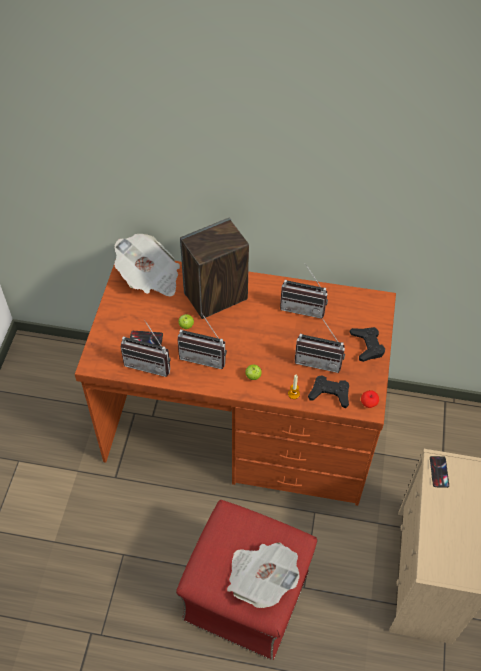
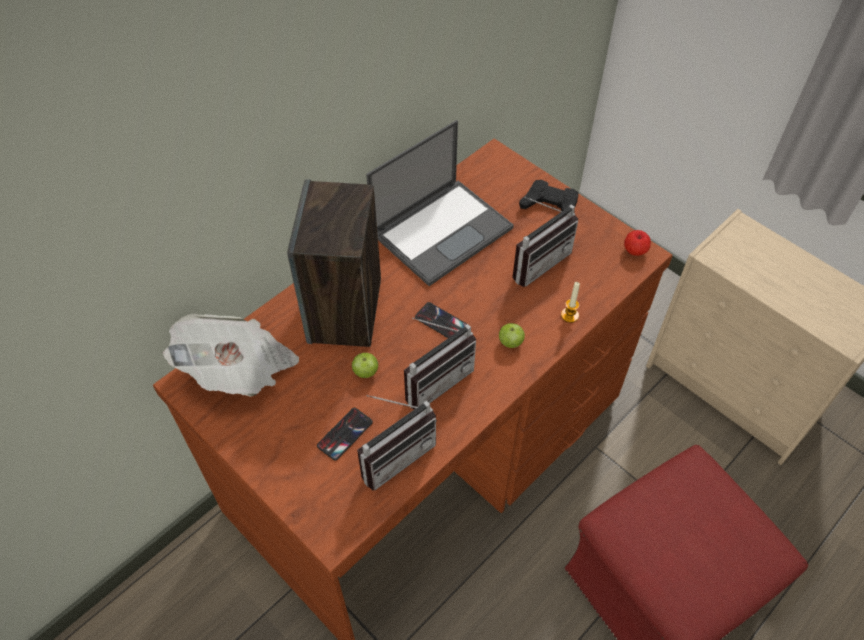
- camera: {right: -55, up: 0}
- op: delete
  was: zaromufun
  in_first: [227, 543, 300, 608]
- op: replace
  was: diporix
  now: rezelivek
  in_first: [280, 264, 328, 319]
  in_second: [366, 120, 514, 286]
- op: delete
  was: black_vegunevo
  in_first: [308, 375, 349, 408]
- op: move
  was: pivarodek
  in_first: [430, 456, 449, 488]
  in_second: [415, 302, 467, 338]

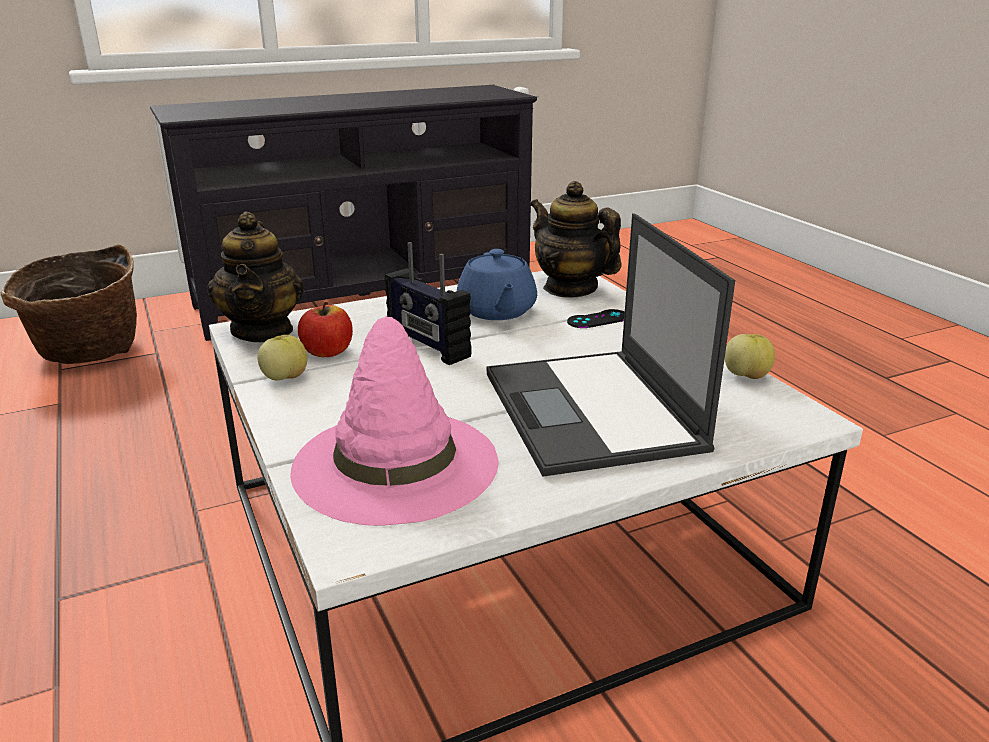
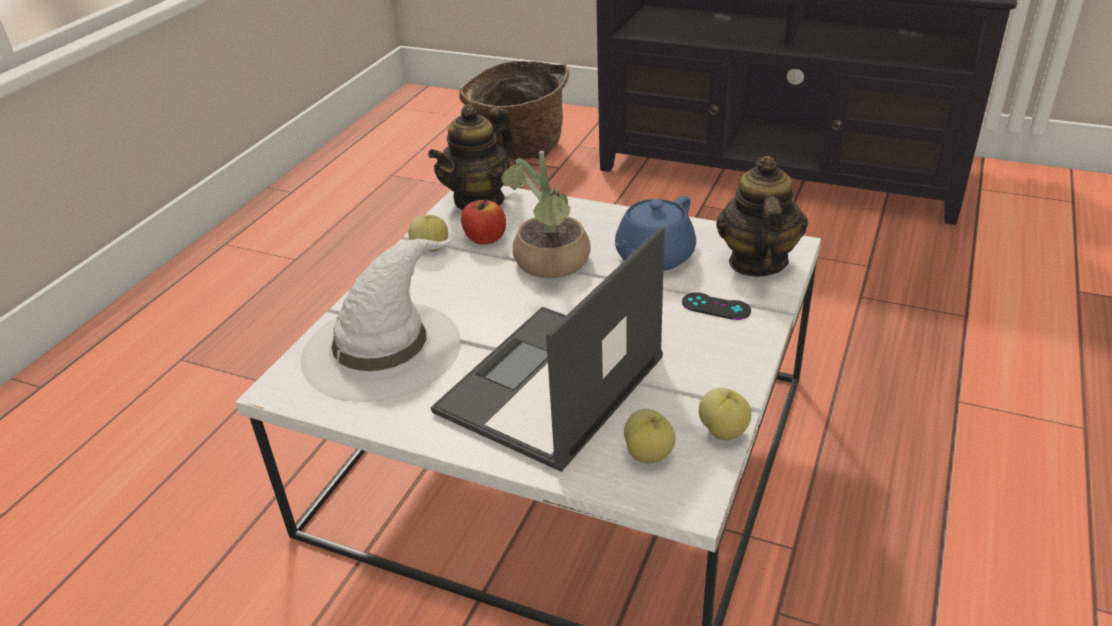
- camera: {right: 50, up: 10}
- op: recolor
  was: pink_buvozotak
  now: white_buvozotak
  in_first: [290, 316, 498, 526]
  in_second: [300, 235, 461, 402]
- op: replace
  was: diporix
  now: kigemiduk
  in_first: [385, 242, 472, 365]
  in_second: [502, 151, 591, 278]
- op: insert
  now: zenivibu
  in_second: [624, 409, 676, 463]

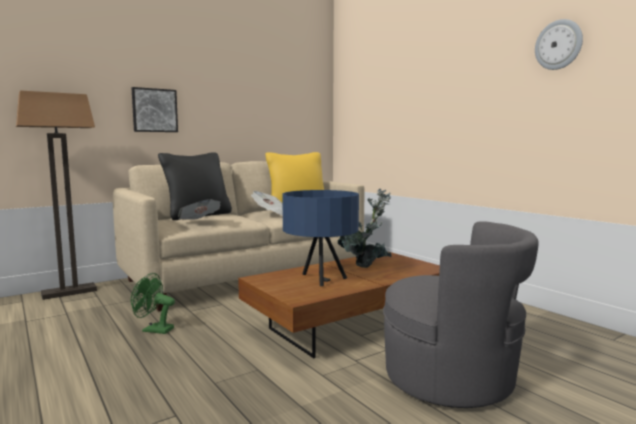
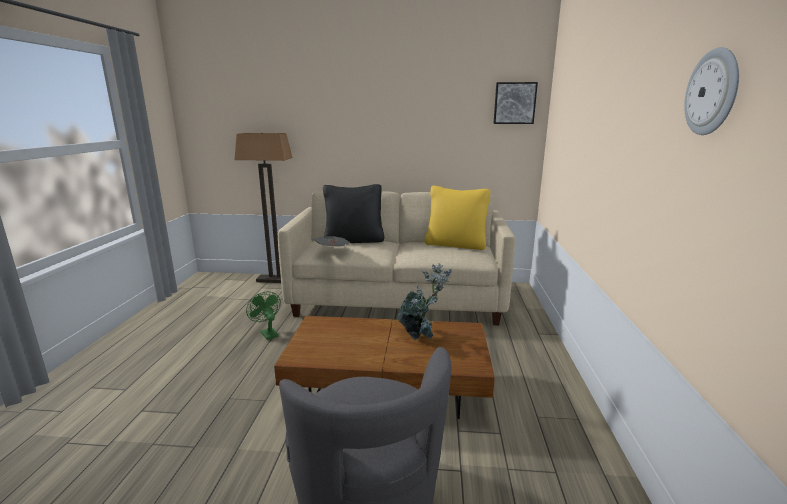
- camera: {right: 40, up: 10}
- op: move
  was: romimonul
  in_first: [132, 87, 178, 132]
  in_second: [493, 82, 538, 124]
- op: delete
  was: zaromufun
  in_first: [251, 191, 283, 216]
- op: delete
  was: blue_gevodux
  in_first: [282, 190, 359, 286]

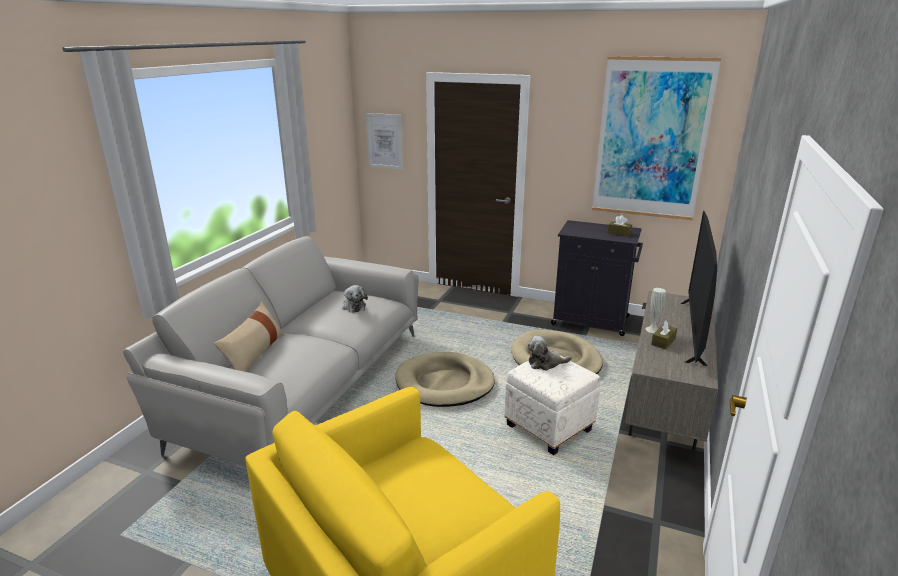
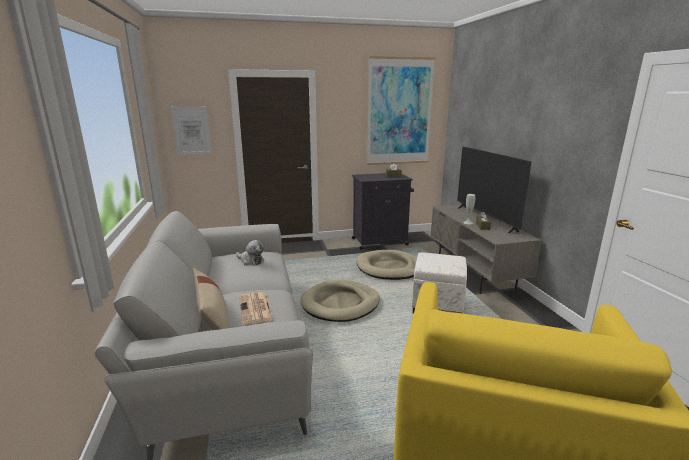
- camera: {right: -35, up: -5}
- op: delete
  was: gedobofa
  in_first: [527, 336, 572, 370]
- op: insert
  now: zaromufun
  in_second: [239, 292, 274, 325]

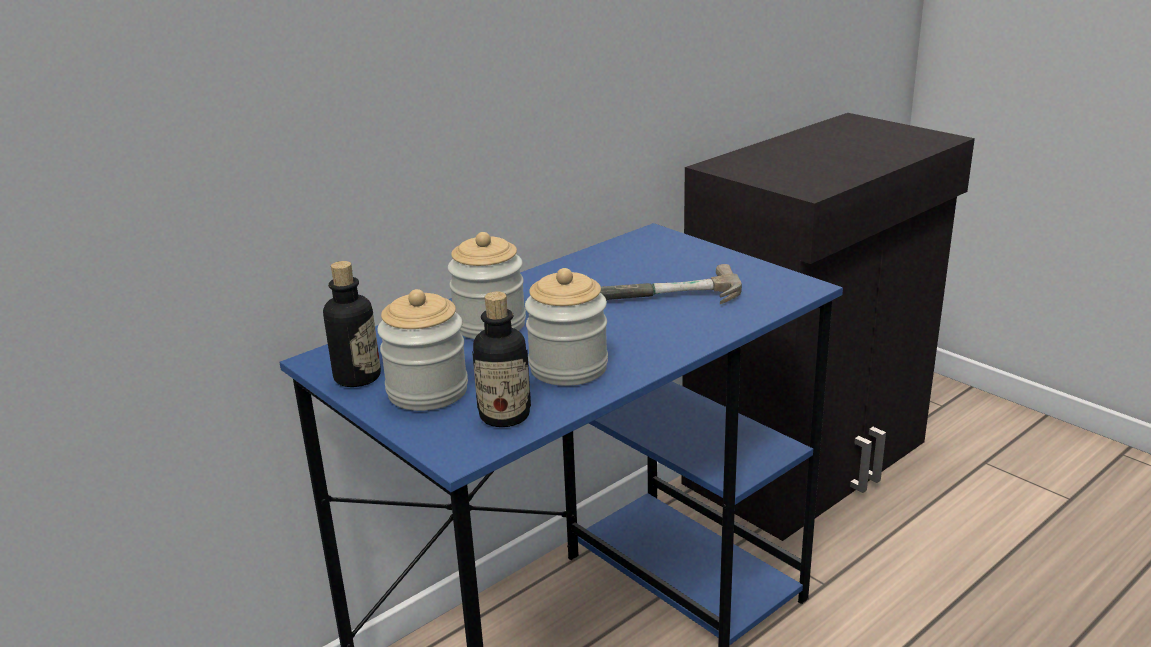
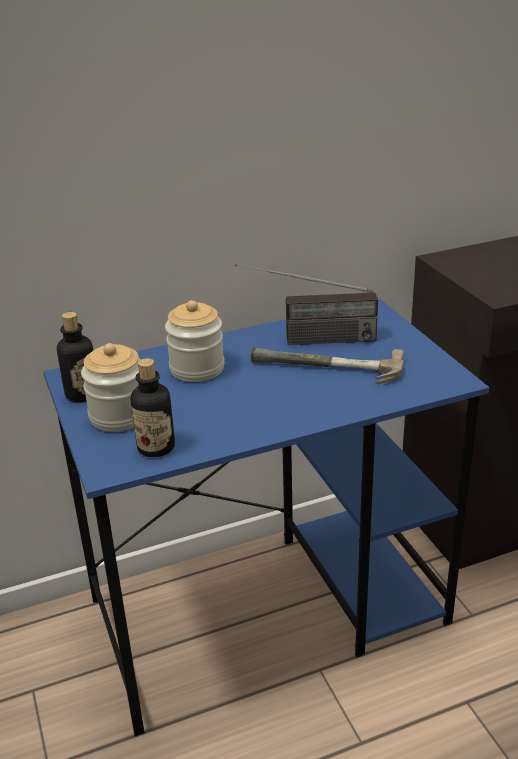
- camera: {right: 20, up: 5}
- op: delete
  was: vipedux
  in_first: [525, 268, 608, 386]
- op: insert
  now: diporix
  in_second: [235, 264, 378, 345]

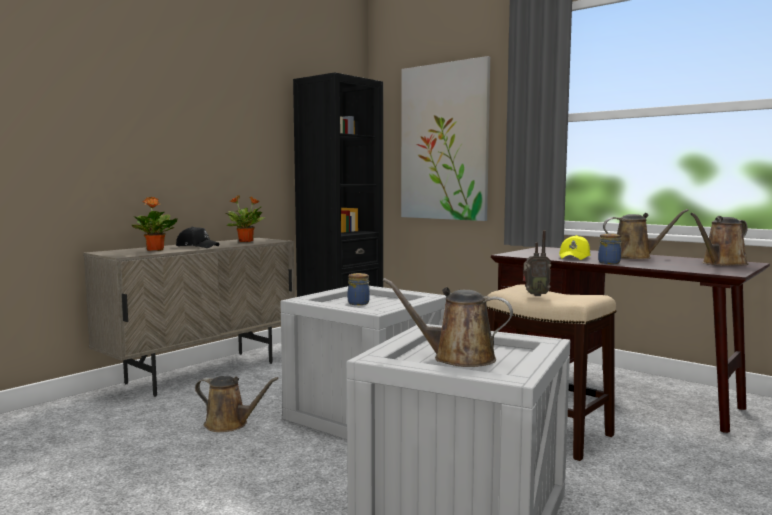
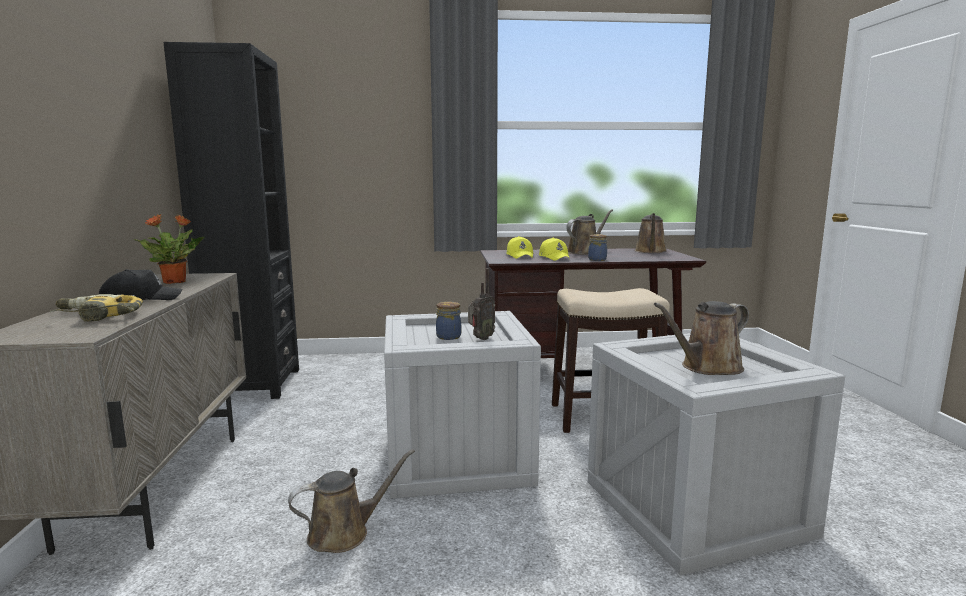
- camera: {right: -45, up: 5}
- op: replace
  was: kigemiduk
  now: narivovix
  in_first: [132, 197, 177, 251]
  in_second: [50, 294, 143, 322]
- op: delete
  was: romimonul
  in_first: [401, 56, 490, 221]
- op: move
  was: diporix
  in_first: [523, 230, 551, 296]
  in_second: [468, 268, 495, 340]
- op: insert
  now: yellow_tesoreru
  in_second: [506, 236, 533, 259]

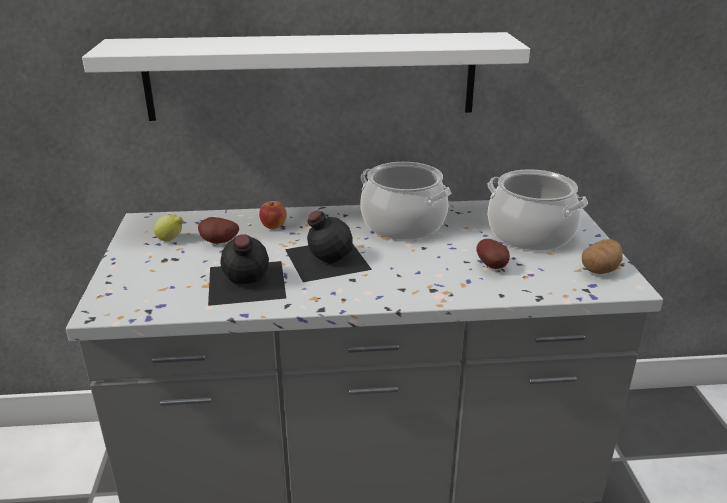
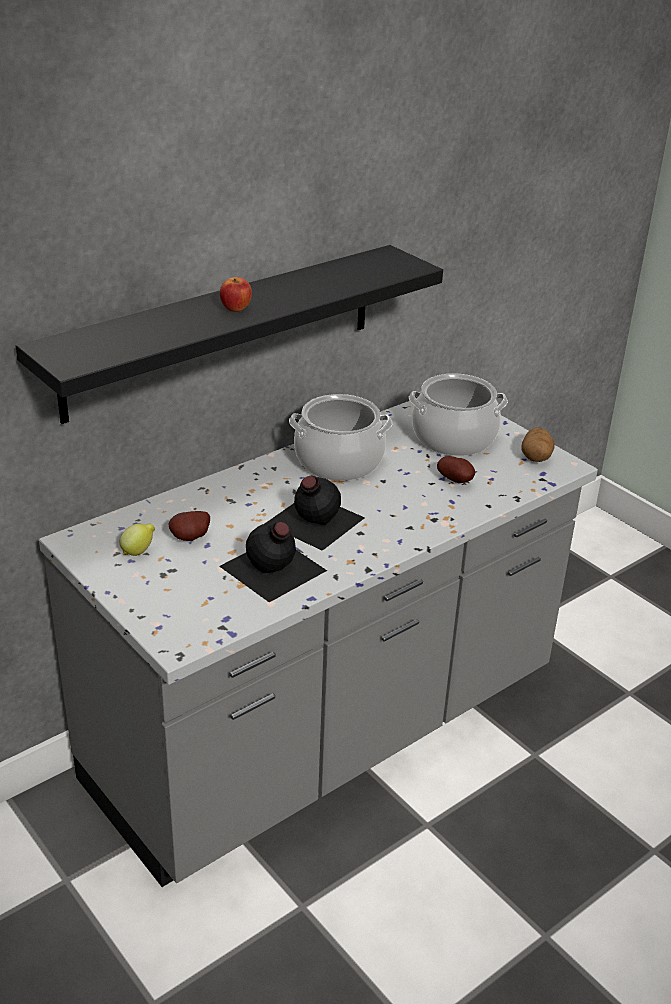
- camera: {right: -35, up: 5}
- op: recolor
  was: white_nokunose
  now: black_nokunose
  in_first: [82, 32, 530, 121]
  in_second: [16, 245, 443, 424]
- op: move
  was: zenivibu
  in_first: [259, 201, 287, 229]
  in_second: [220, 277, 252, 312]

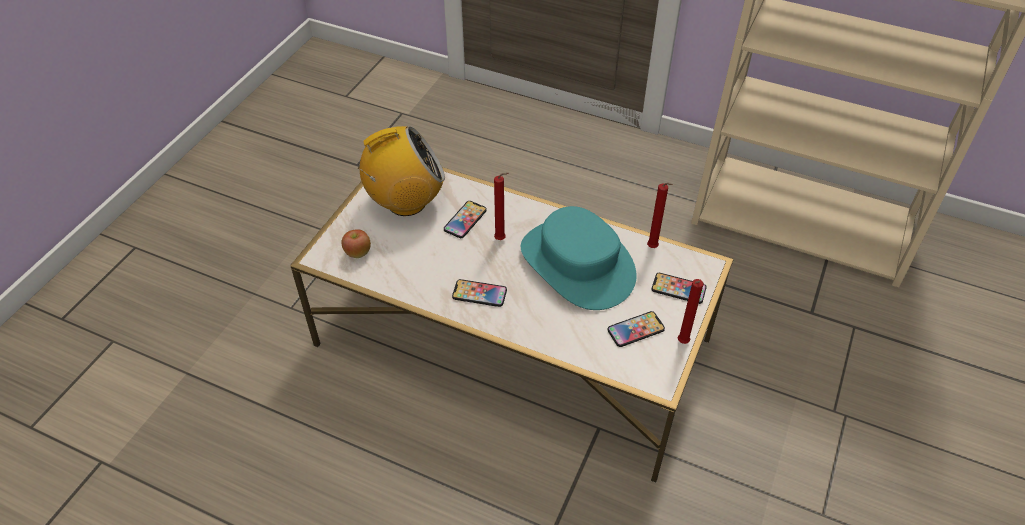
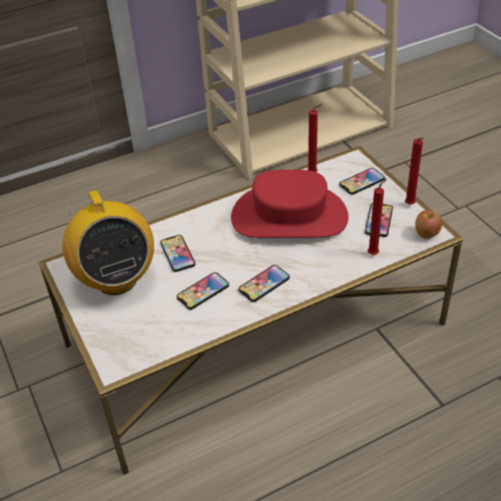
- camera: {right: -50, up: -5}
- op: move
  was: zenivibu
  in_first: [342, 229, 371, 258]
  in_second: [415, 210, 442, 239]
- op: rotate
  was: diporix
  in_first: [358, 126, 445, 216]
  in_second: [63, 190, 154, 295]
  clockwise: 135
- op: move
  was: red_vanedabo
  in_first: [494, 173, 509, 240]
  in_second: [368, 178, 387, 255]
- op: recolor
  was: turquoise_buvozotak
  now: red_buvozotak
  in_first: [521, 206, 637, 310]
  in_second: [231, 170, 348, 238]
- op: insert
  now: pivarodek
  in_second: [177, 272, 229, 310]

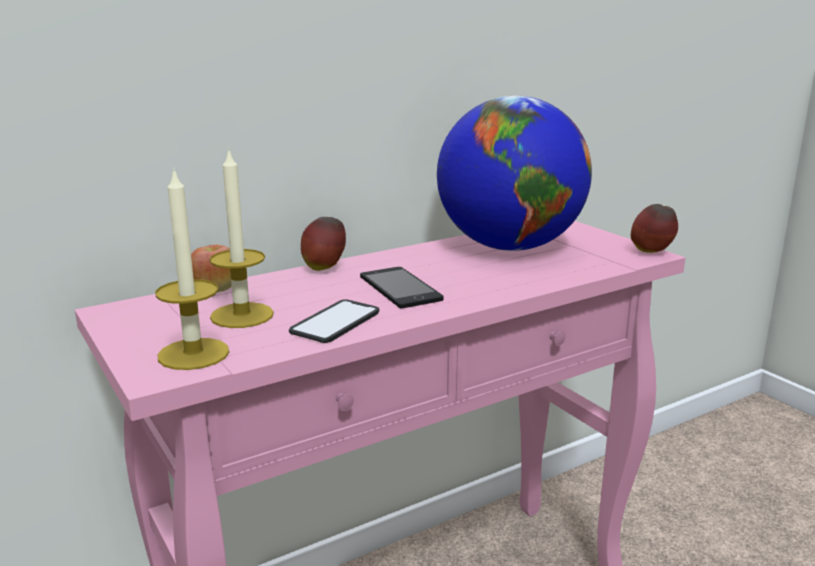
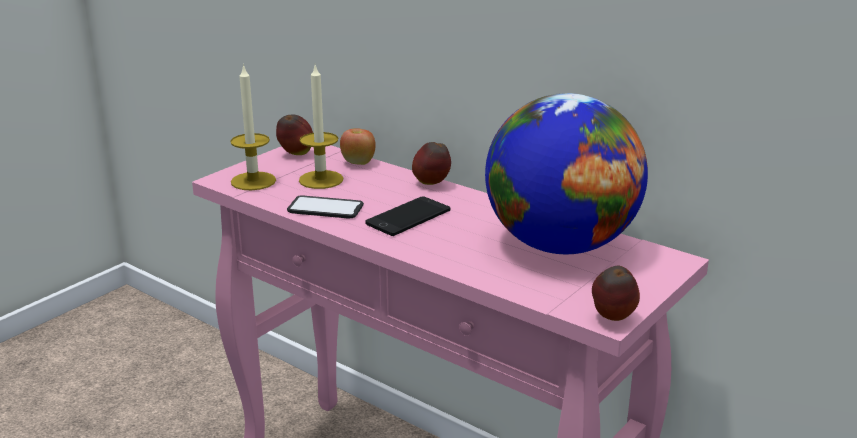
- camera: {right: 70, up: 5}
- op: insert
  now: zenivibu
  in_second: [276, 115, 313, 155]

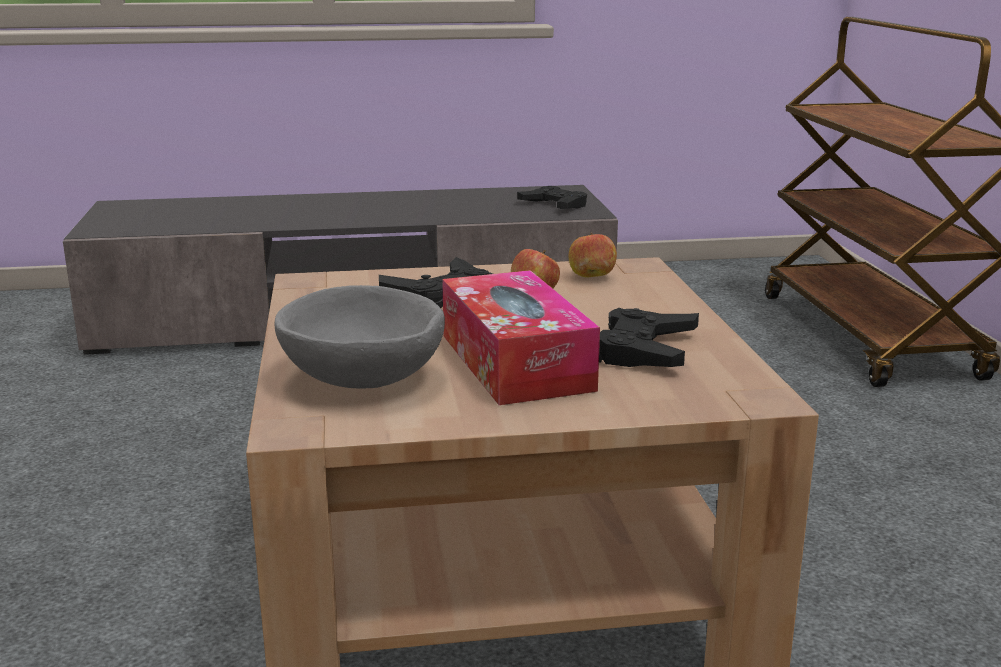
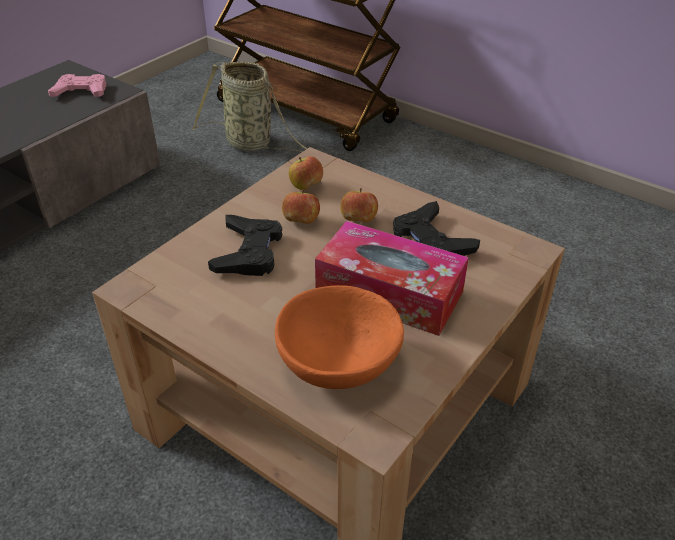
- camera: {right: -45, up: 20}
- op: recolor
  was: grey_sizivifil
  now: orange_sizivifil
  in_first: [274, 285, 445, 389]
  in_second: [275, 285, 404, 389]
- op: recolor
  was: black_vegunevo
  now: pink_vegunevo
  in_first: [517, 186, 587, 209]
  in_second: [48, 74, 107, 97]
- op: insert
  now: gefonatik
  in_second: [192, 61, 307, 152]
- op: insert
  now: zenivibu
  in_second: [340, 188, 378, 222]

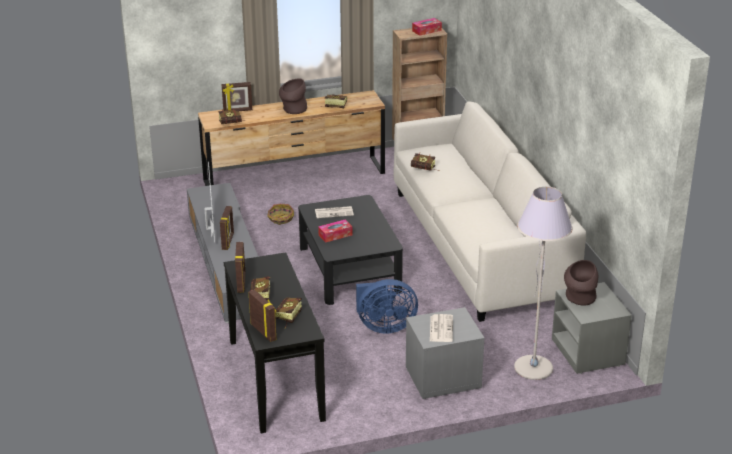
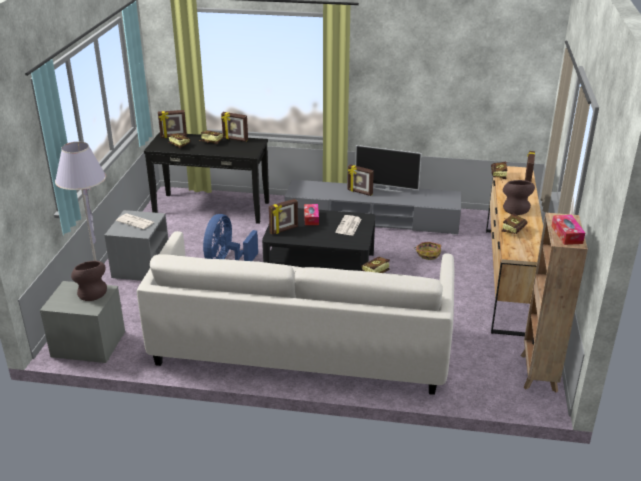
- camera: {right: 115, up: 0}
- op: insert
  now: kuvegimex
  in_second: [269, 199, 298, 235]

